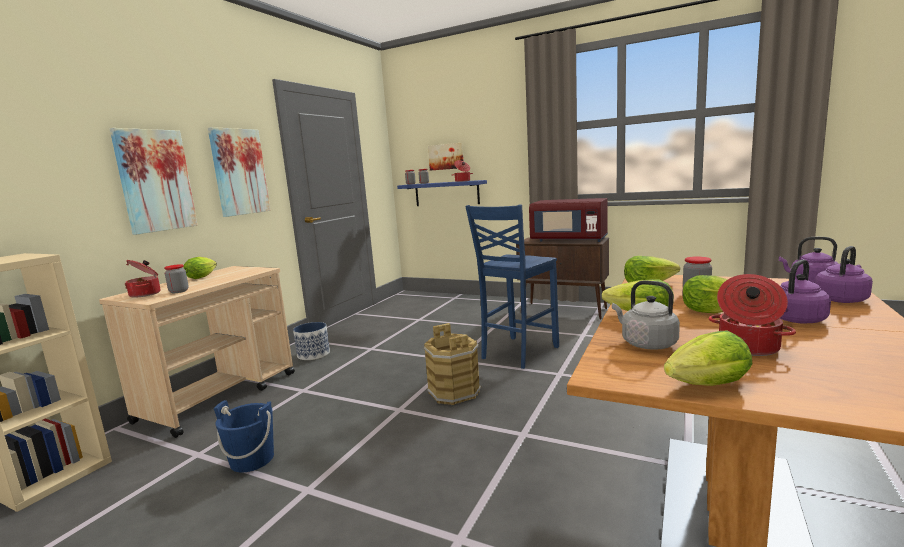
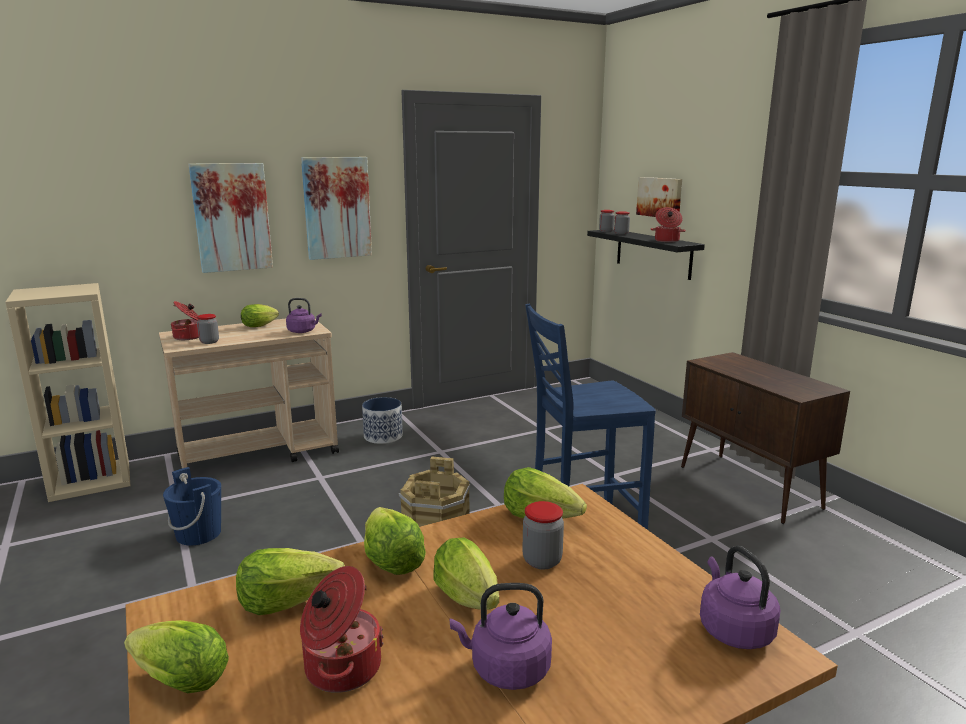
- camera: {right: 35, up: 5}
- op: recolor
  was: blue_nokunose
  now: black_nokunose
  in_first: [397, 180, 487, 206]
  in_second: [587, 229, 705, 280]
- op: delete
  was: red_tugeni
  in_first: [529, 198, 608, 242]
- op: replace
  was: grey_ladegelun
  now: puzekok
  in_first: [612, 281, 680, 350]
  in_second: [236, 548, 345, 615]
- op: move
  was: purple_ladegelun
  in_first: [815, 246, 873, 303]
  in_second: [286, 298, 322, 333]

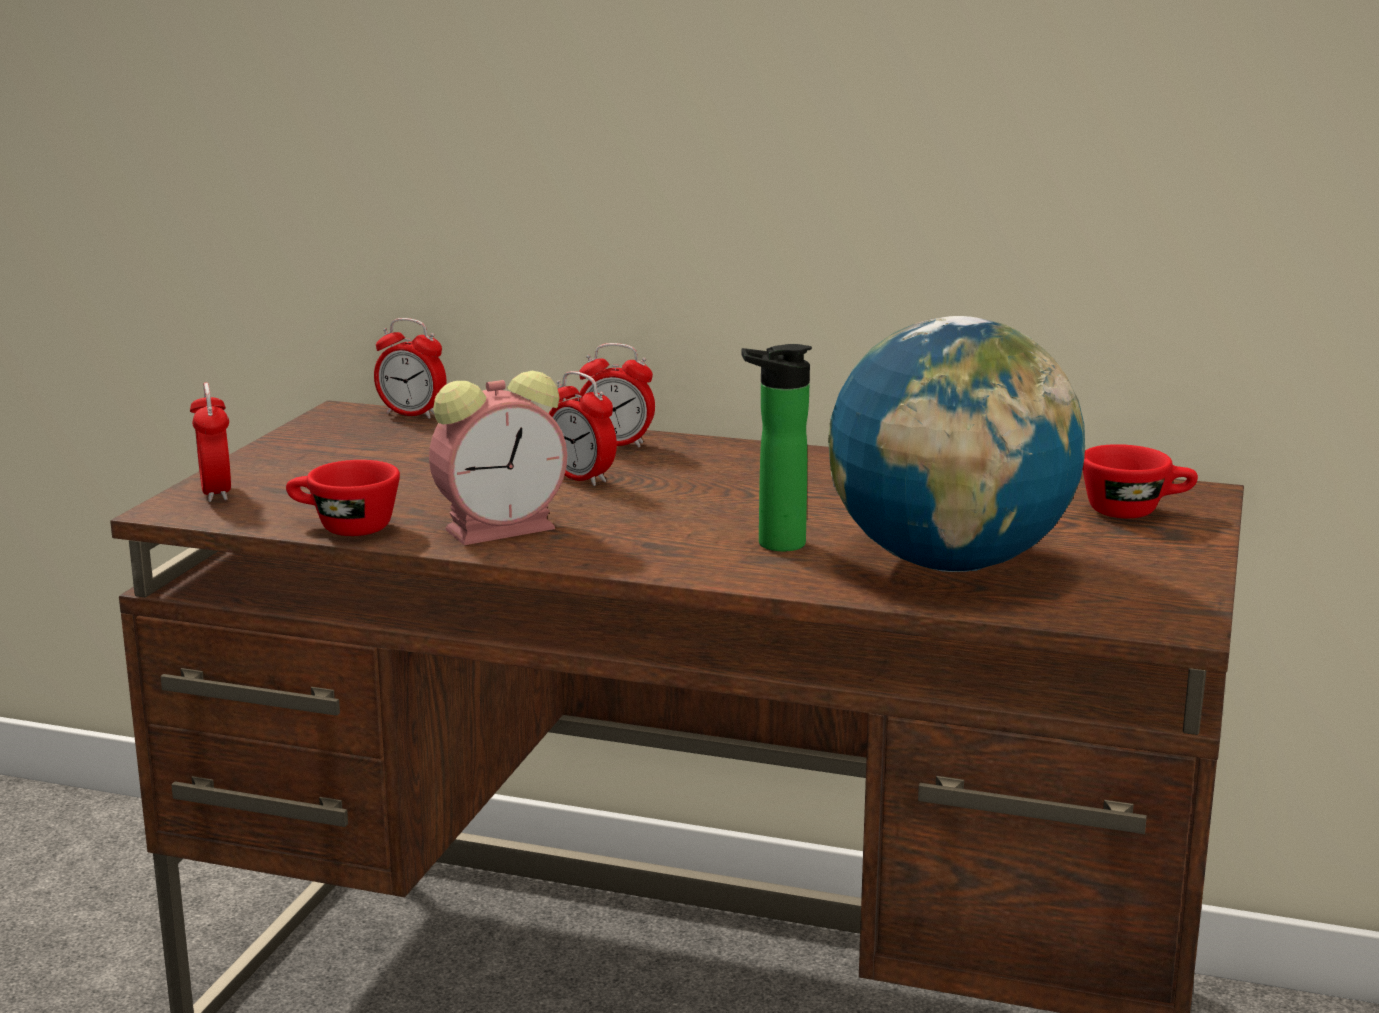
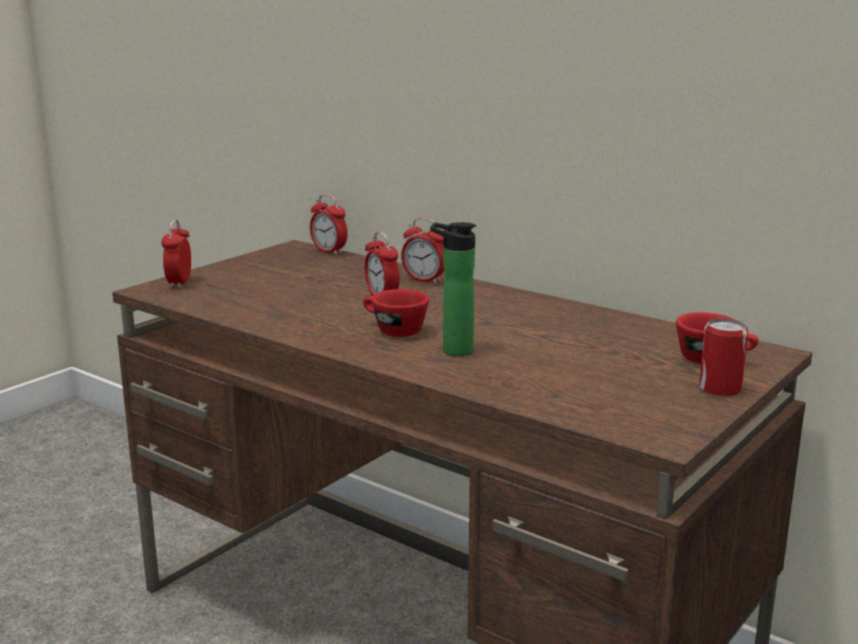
- camera: {right: 20, up: 0}
- op: move
  was: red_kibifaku
  in_first: [286, 460, 400, 536]
  in_second: [363, 289, 429, 337]
- op: delete
  was: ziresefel
  in_first: [429, 371, 567, 545]
- op: delete
  was: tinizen
  in_first: [828, 316, 1085, 572]
- op: insert
  now: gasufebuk
  in_second: [699, 318, 748, 397]

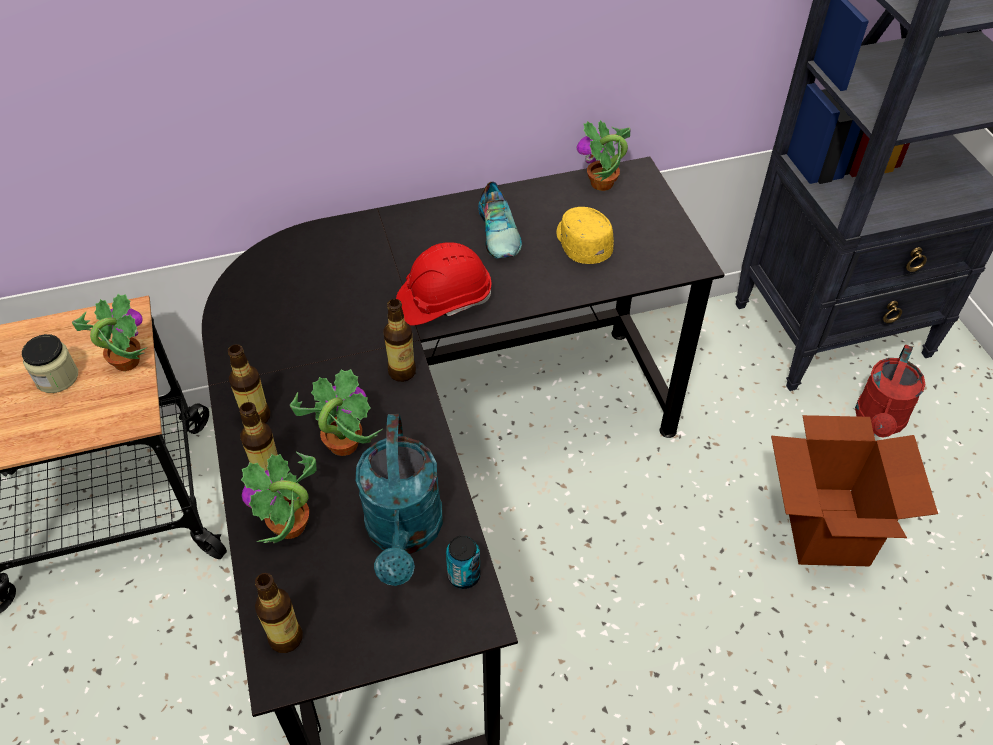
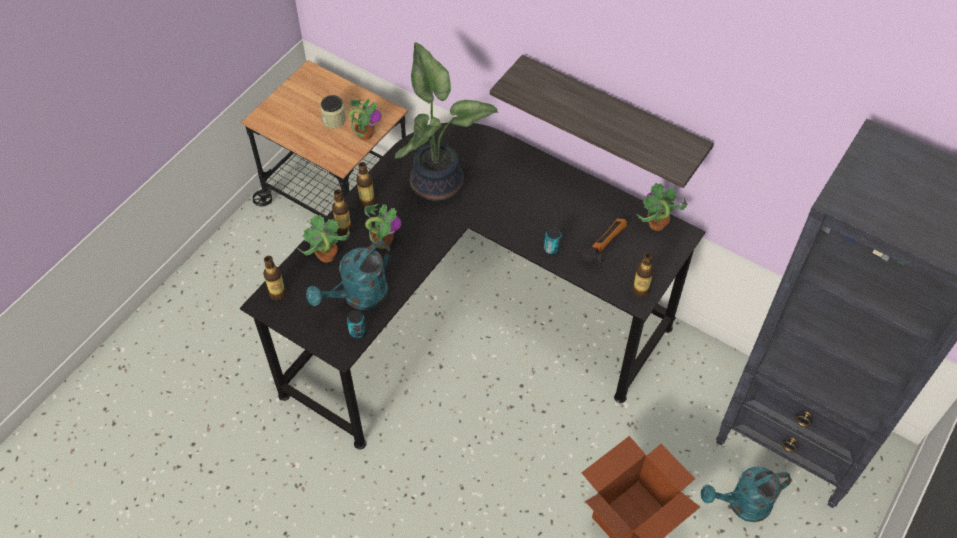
- camera: {right: 50, up: 5}
- op: move
  was: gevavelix
  in_first: [383, 299, 416, 382]
  in_second: [632, 252, 654, 297]
- op: delete
  was: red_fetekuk
  in_first: [396, 242, 491, 326]
- op: delete
  was: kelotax
  in_first: [478, 182, 522, 259]
- op: replace
  was: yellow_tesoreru
  now: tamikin
  in_first: [556, 207, 614, 264]
  in_second: [578, 218, 627, 262]
- op: recolor
  was: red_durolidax
  now: turquoise_durolidax
  in_first: [855, 344, 926, 438]
  in_second: [701, 466, 792, 522]
- op: insert
  now: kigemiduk
  in_second: [395, 43, 498, 201]
- op: insert
  now: nokunose
  in_second: [490, 55, 714, 188]
- op: insert
  now: gasufebuk
  in_second: [544, 227, 562, 255]

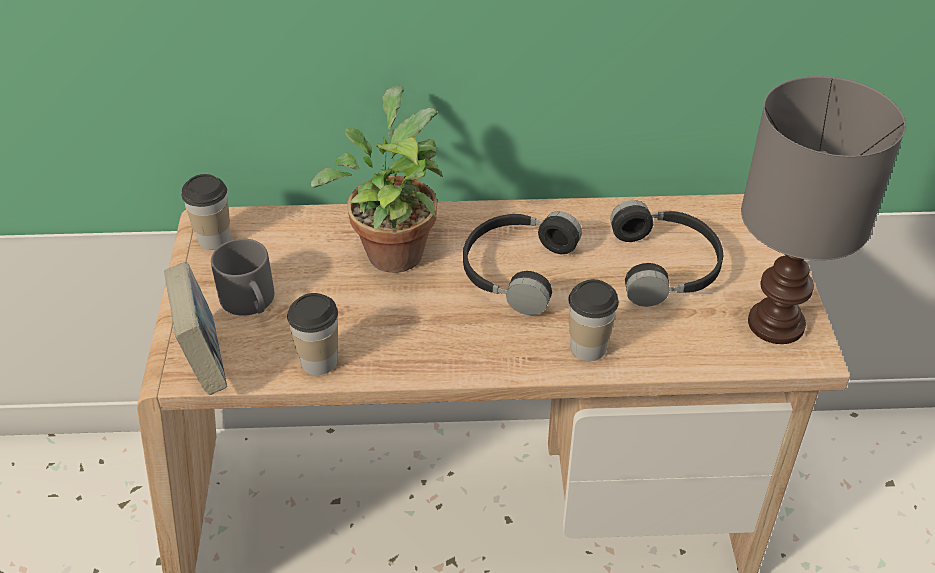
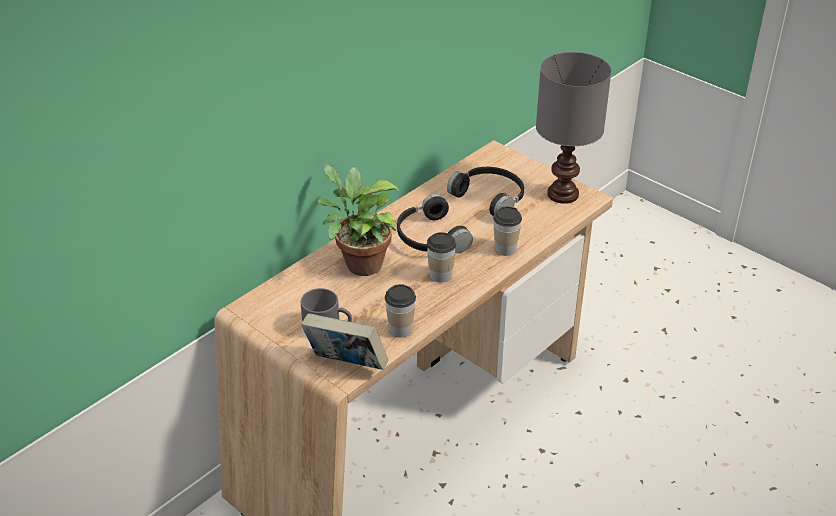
- camera: {right: -45, up: -5}
- op: move
  was: kibifaku
  in_first: [182, 174, 231, 250]
  in_second: [427, 232, 456, 283]

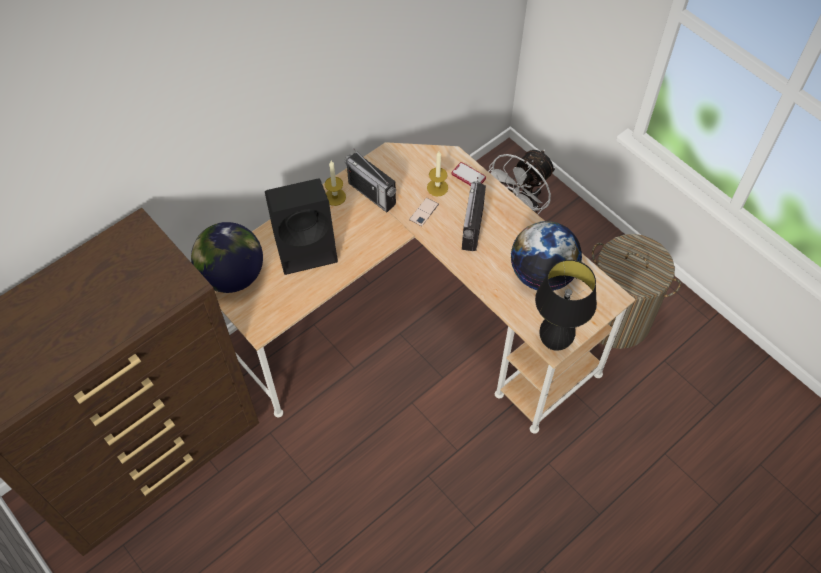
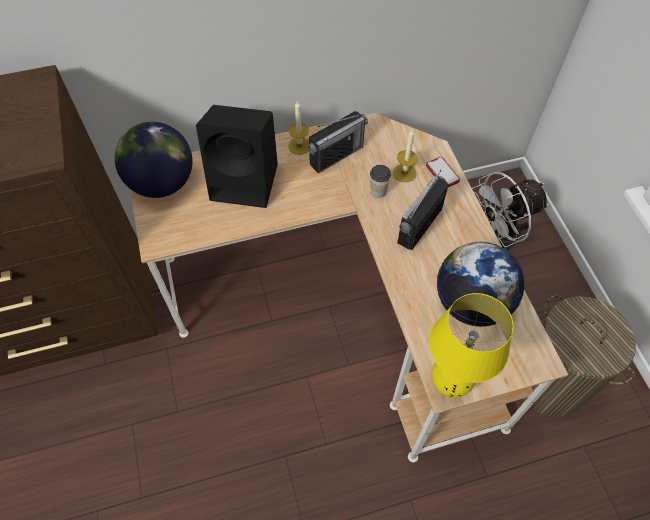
- camera: {right: 25, up: 0}
- op: rotate
  was: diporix
  in_first: [344, 149, 396, 213]
  in_second: [307, 111, 368, 173]
  clockwise: -105
- op: replace
  was: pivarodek
  now: kibifaku
  in_first: [409, 198, 439, 227]
  in_second: [370, 165, 391, 198]
- op: recolor
  was: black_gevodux
  now: yellow_gevodux
  in_first: [535, 260, 597, 351]
  in_second: [429, 293, 513, 398]

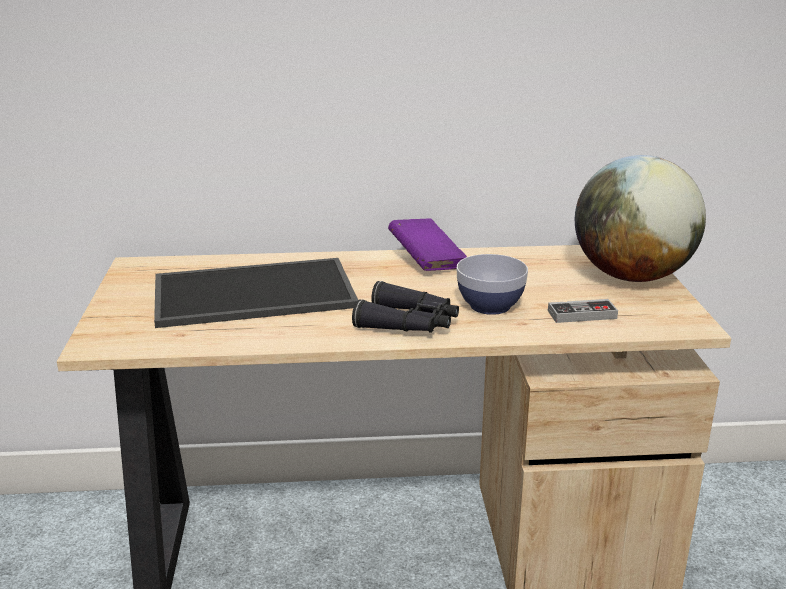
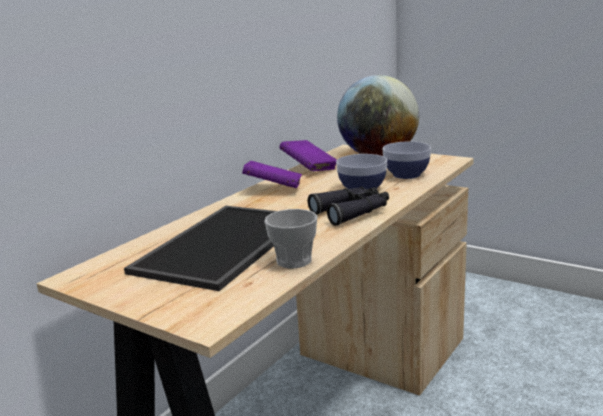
- camera: {right: -50, up: -5}
- op: replace
  was: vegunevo
  now: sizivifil
  in_first: [548, 299, 618, 323]
  in_second: [382, 142, 431, 179]
- op: insert
  now: kibifaku
  in_second: [264, 209, 317, 268]
- op: insert
  now: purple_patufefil
  in_second: [279, 140, 337, 171]

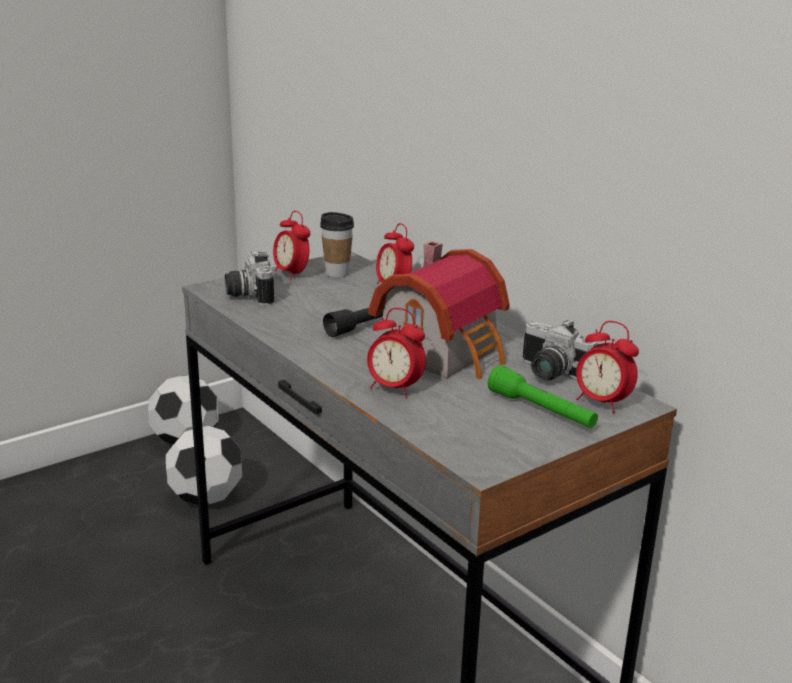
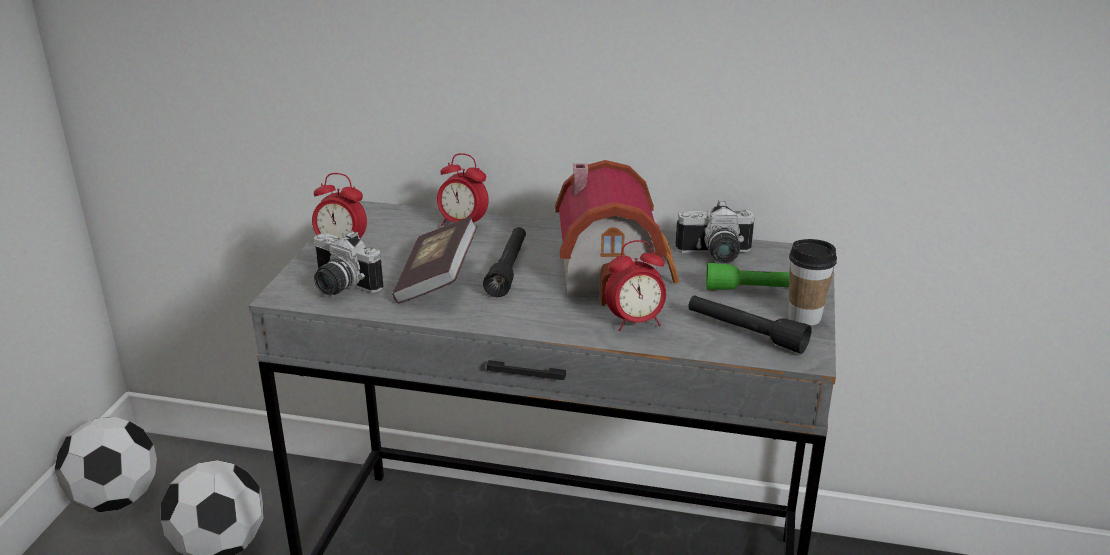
- camera: {right: -40, up: 5}
- op: move
  was: kibifaku
  in_first: [320, 212, 354, 277]
  in_second: [789, 239, 837, 326]
- op: delete
  was: ziresefel
  in_first: [576, 321, 639, 413]
- op: insert
  now: patufefil
  in_second: [392, 216, 477, 303]
- op: insert
  now: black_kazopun
  in_second: [688, 295, 812, 354]

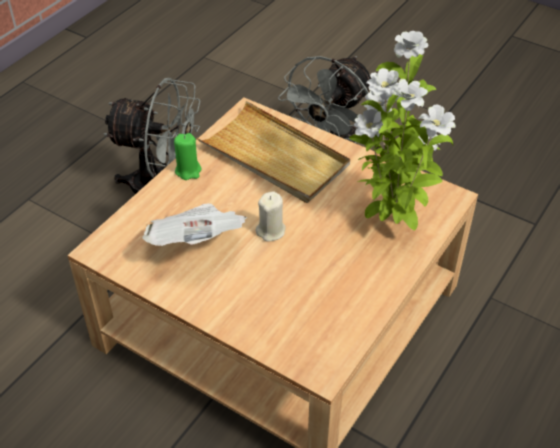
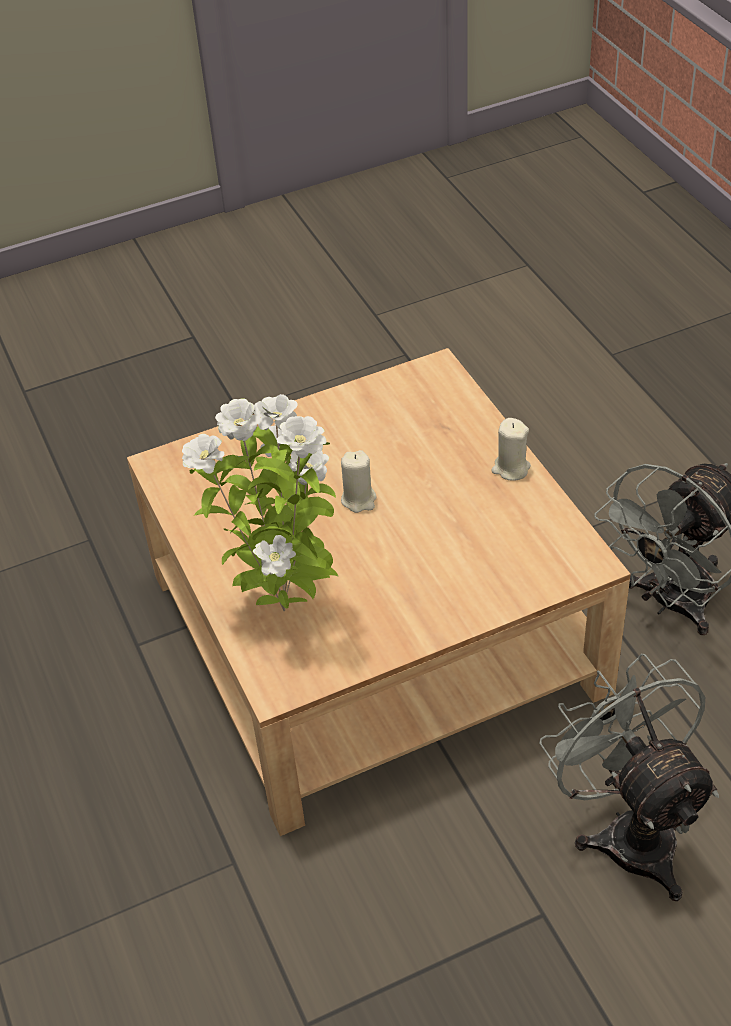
- camera: {right: 125, up: 0}
- op: delete
  was: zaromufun
  in_first: [142, 203, 247, 246]
- op: recolor
  was: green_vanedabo
  now: beige_vanedabo
  in_first: [174, 133, 202, 180]
  in_second: [491, 418, 531, 481]
- op: delete
  was: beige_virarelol
  in_first: [197, 101, 350, 203]

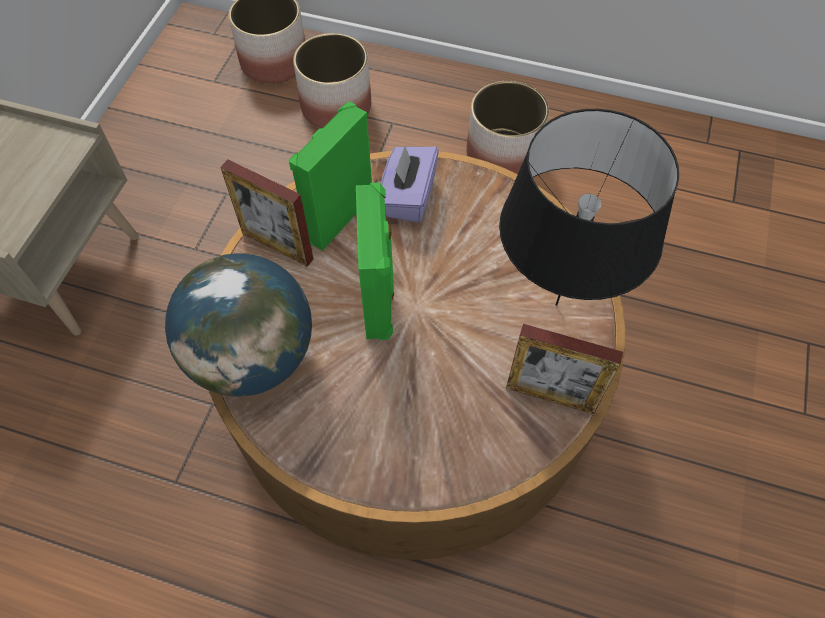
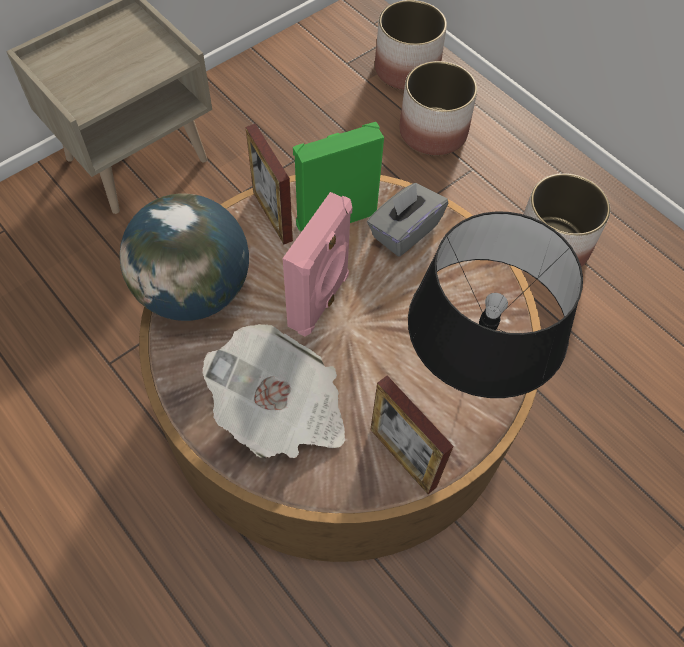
- camera: {right: 30, up: 0}
- op: recolor
  was: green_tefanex
  now: pink_tefanex
  in_first: [356, 182, 394, 340]
  in_second: [283, 192, 352, 337]
- op: recolor
  was: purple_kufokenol
  now: grey_kufokenol
  in_first: [381, 146, 439, 223]
  in_second: [367, 183, 448, 257]
- op: insert
  now: zaromufun
  in_second: [203, 324, 346, 459]

